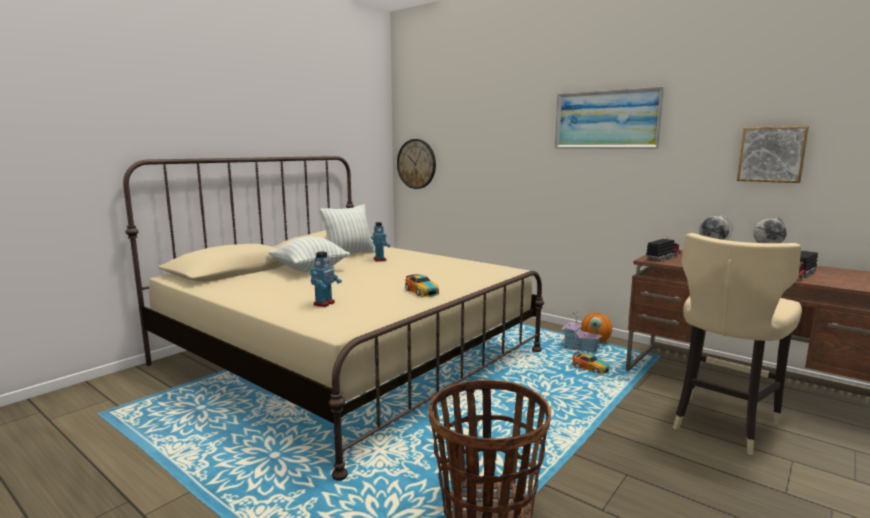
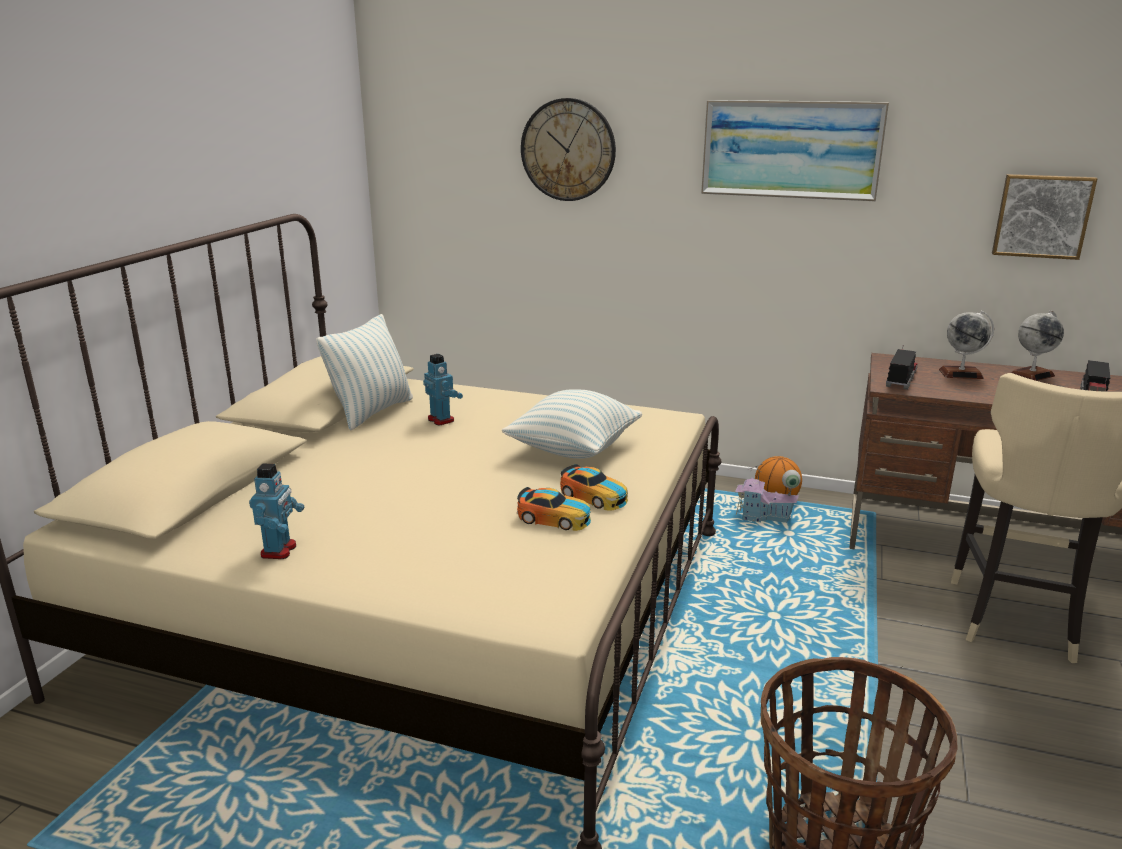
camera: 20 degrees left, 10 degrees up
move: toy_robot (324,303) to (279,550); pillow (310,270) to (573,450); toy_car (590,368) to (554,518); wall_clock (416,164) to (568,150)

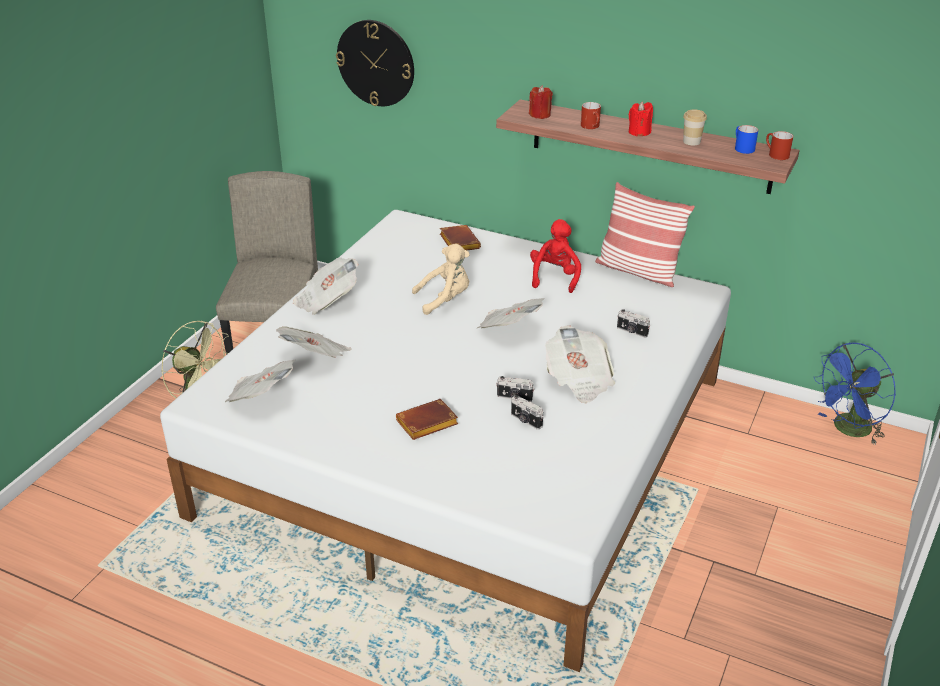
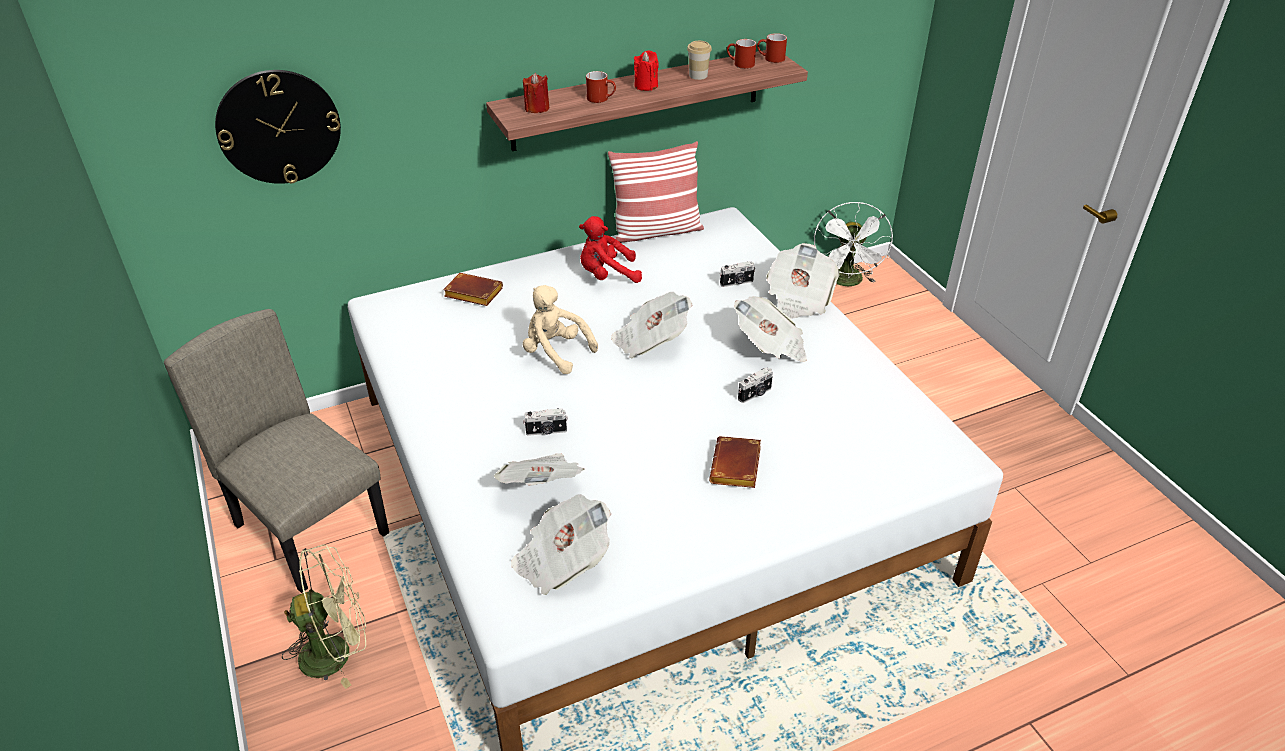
camera: 50 degrees left, 5 degrees up
move: photo_camera (525,421) to (546,431); newspaper (327,300) to (799,299)
recolor: blue_mug (741,148) to red_mug (740,64); blue_fan (847,430) to white_fan (847,282)
rotate: beige_plush_toy (445,299) = (555,352) 75 degrees counterclockwise; red_plush_toy (555,277) = (607,275) 60 degrees counterclockwise

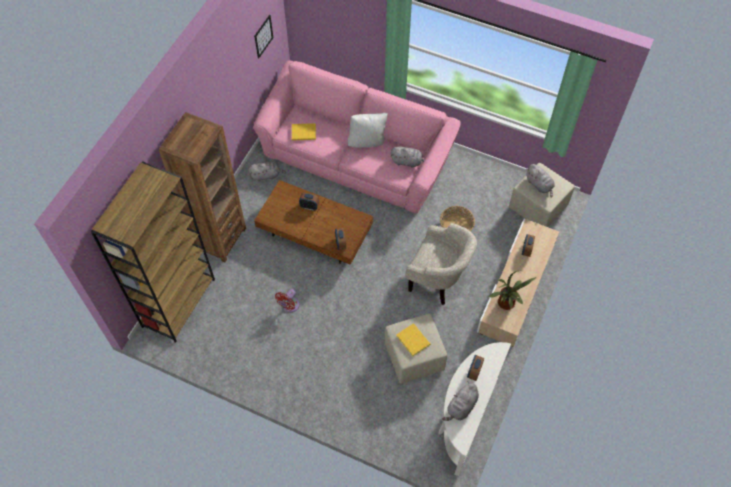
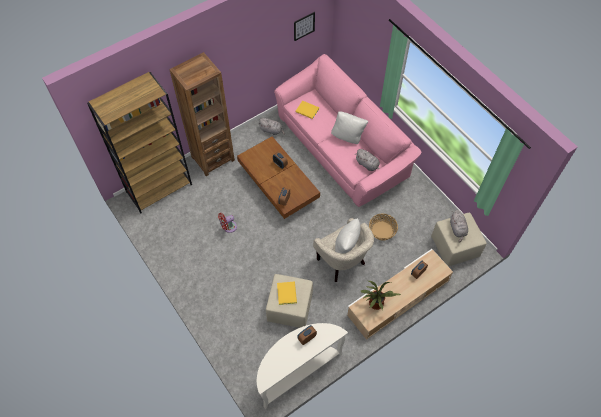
camera: 30 degrees right, 0 degrees up
delete: grey_plush_toy (461,407)
insert: white_pillow (347,246)

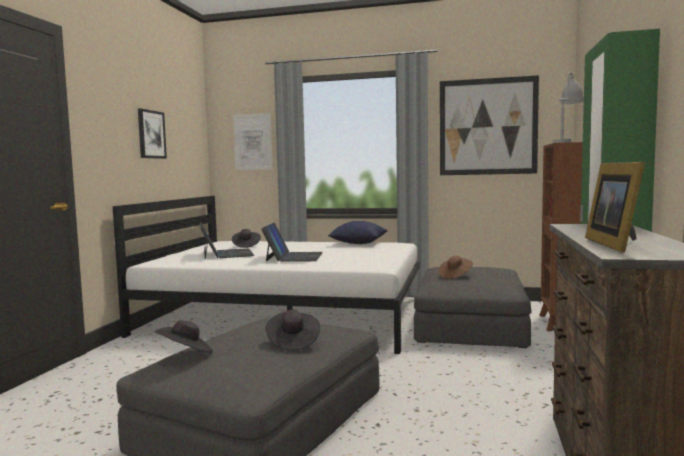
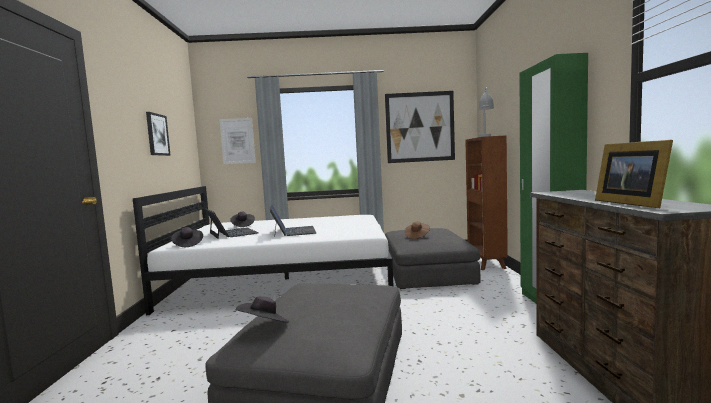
camera: 15 degrees left, 0 degrees up
delete: blue_pillow (358,243)
move: black_hat (292,342) to (187,244)

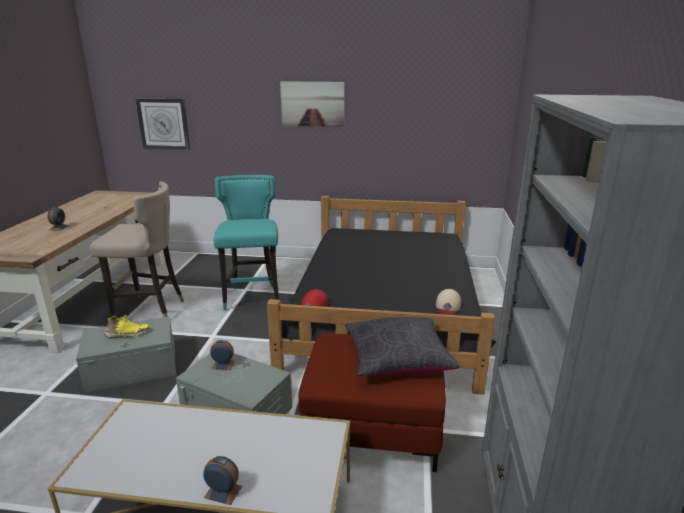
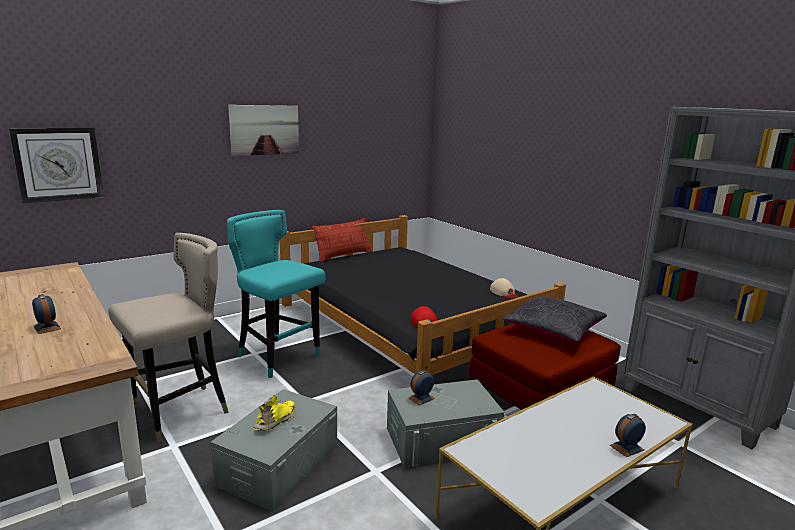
camera: 45 degrees left, 5 degrees down
insert: pillow (343,255)

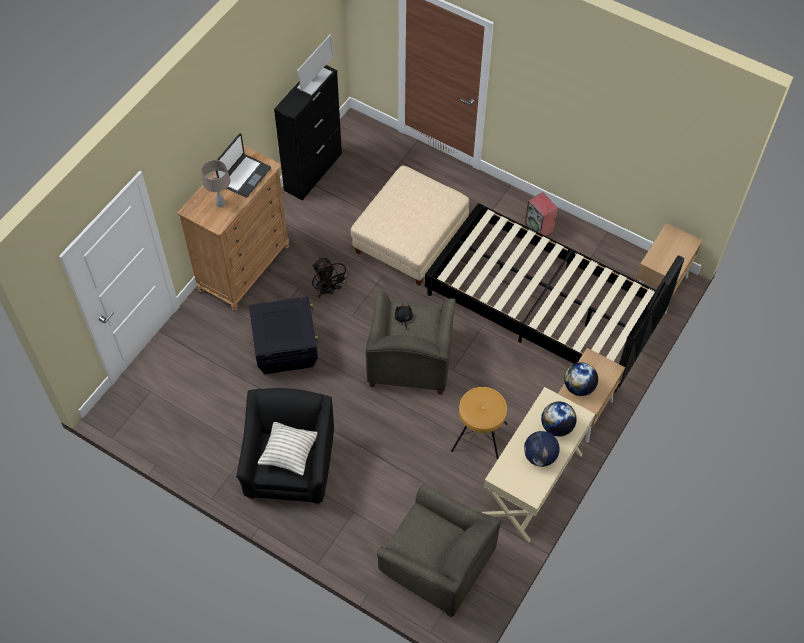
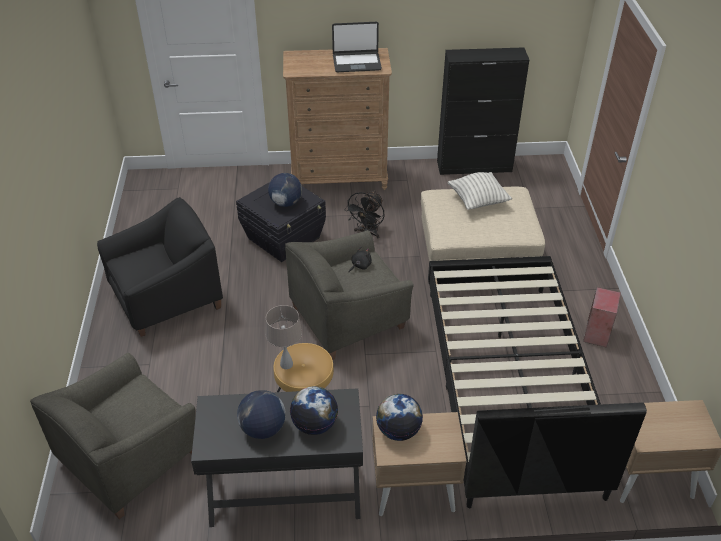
camera: 55 degrees right, 15 degrees down
delete: monitor (314,80)
insert: globe (286,203)
move: beige_table_lamp (220,203) to (286,364); pillow (289,454) to (478,201)
recolor: beige_desk (532,484) to black_desk (285,491)
rotate: grey_armchair (436,564) = (130,458) 45 degrees clockwise

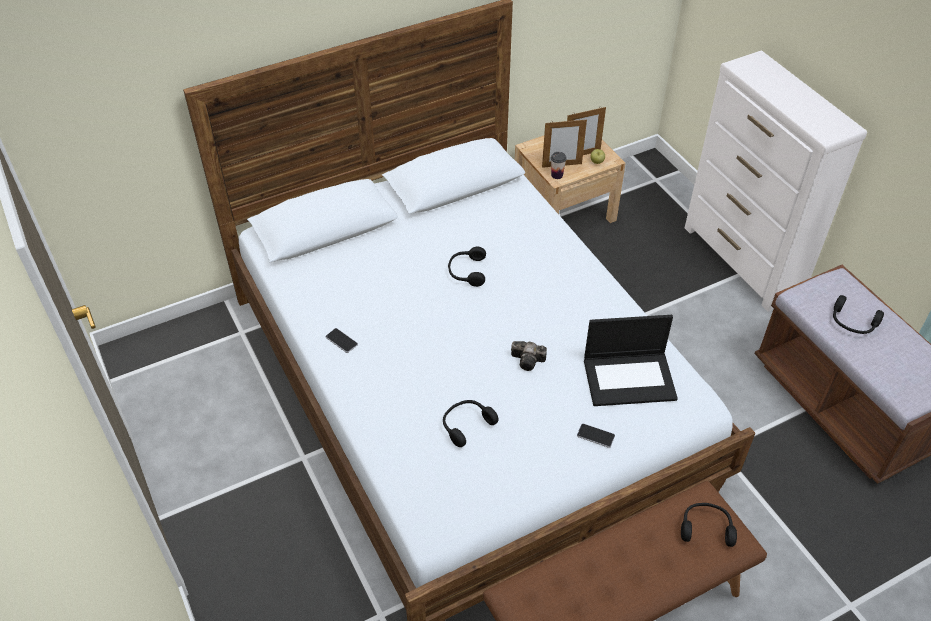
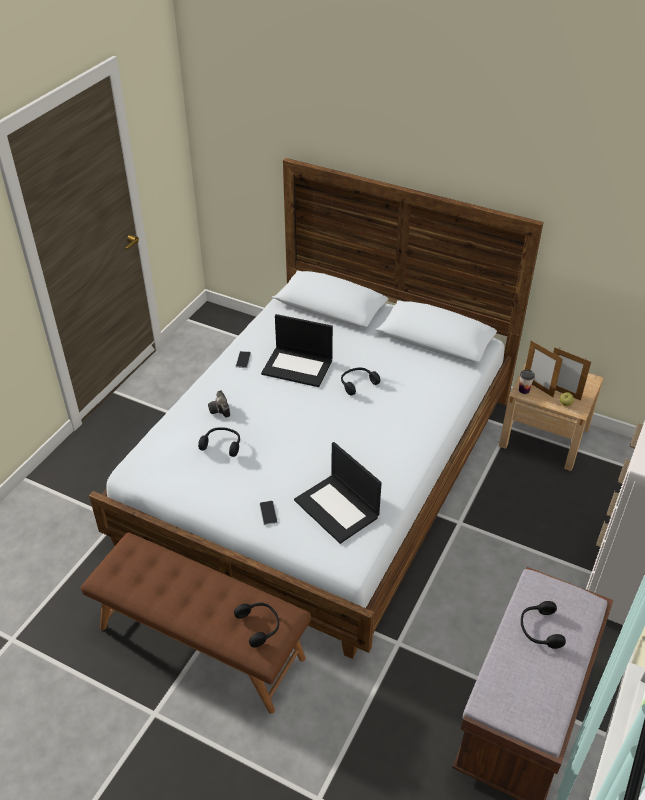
camera: 55 degrees right, 5 degrees down
insert: laptop (298,366)
move: photo_camera (529,361) to (220,410)

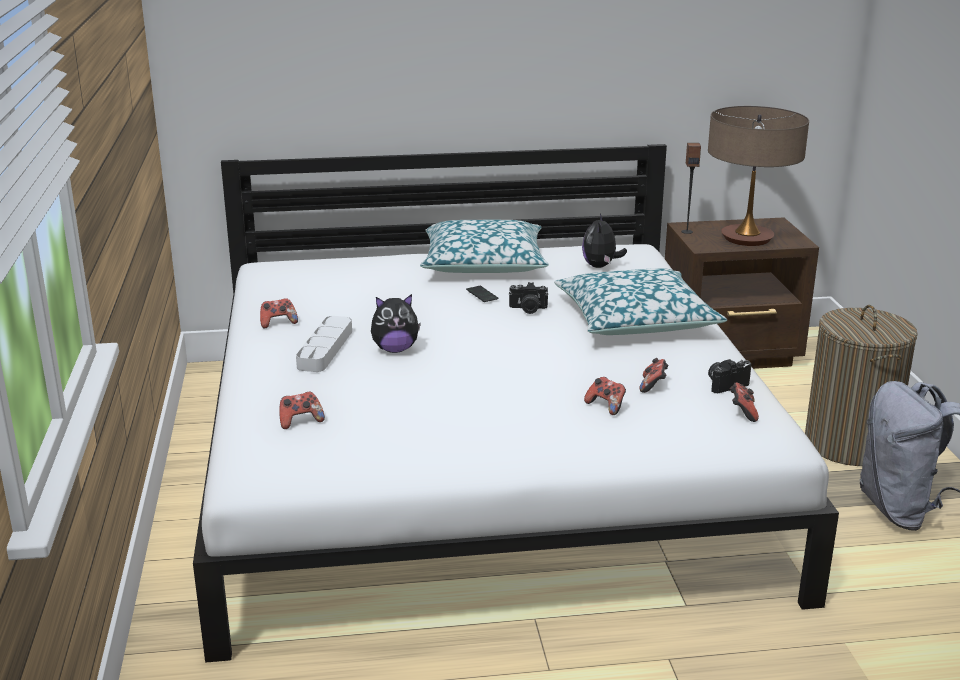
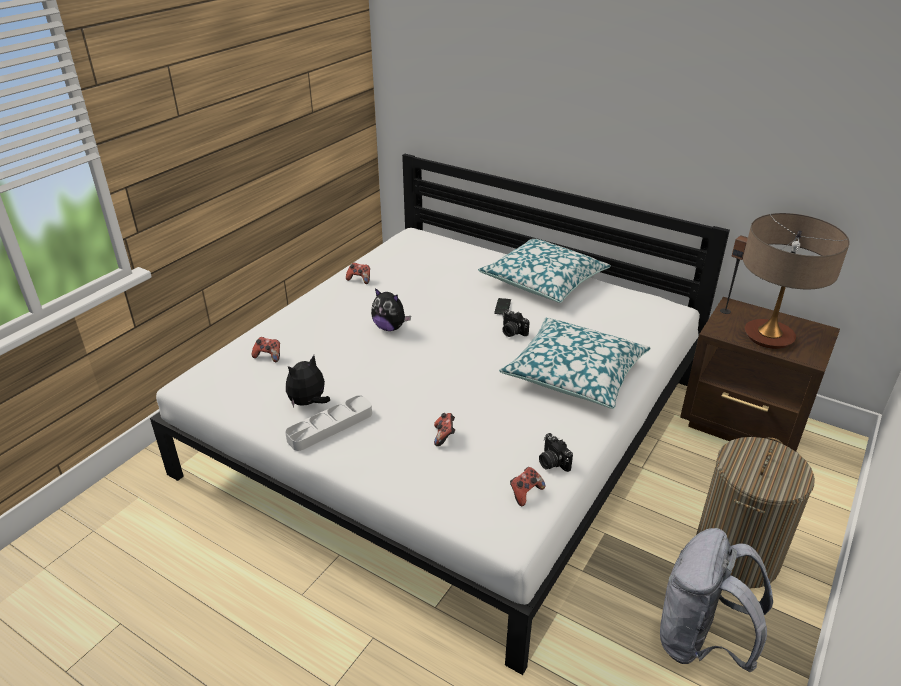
camera: 40 degrees right, 10 degrees up
delete: game_controller (653,386)
move: grey_tray (325,349) to (330,426); plush_toy (600,266) to (309,403)
rotate: photo_camera (725,384) = (552,462) 135 degrees counterclockwise

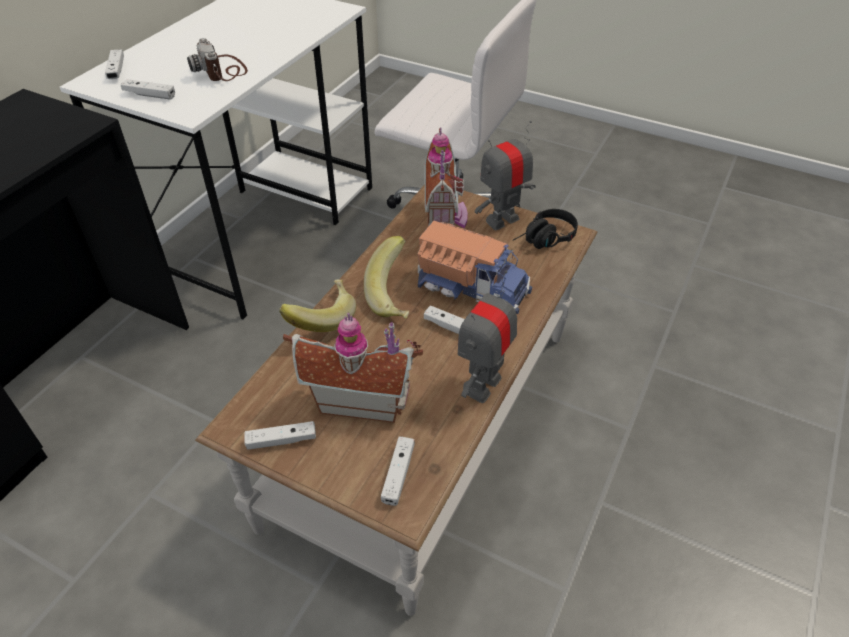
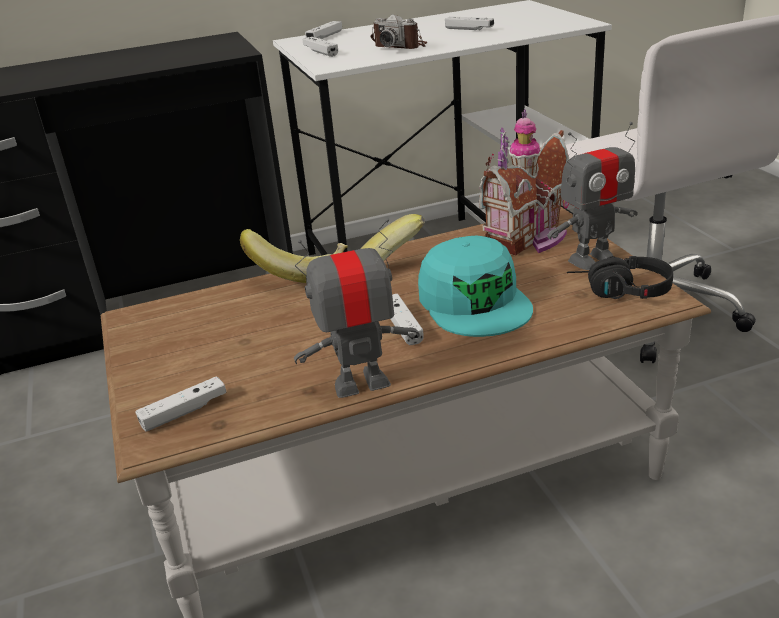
camera: 45 degrees right, 15 degrees down
delete: toy_house (360,398)
move: white_game_controller (281,440) to (469,29)
replace: toy_truck (472,286) to turquoise_cap (474,301)
rotate: photo_camera (222,70) = (400,46) 75 degrees counterclockwise; toy_robot (502,220) = (592,260) 150 degrees clockwise

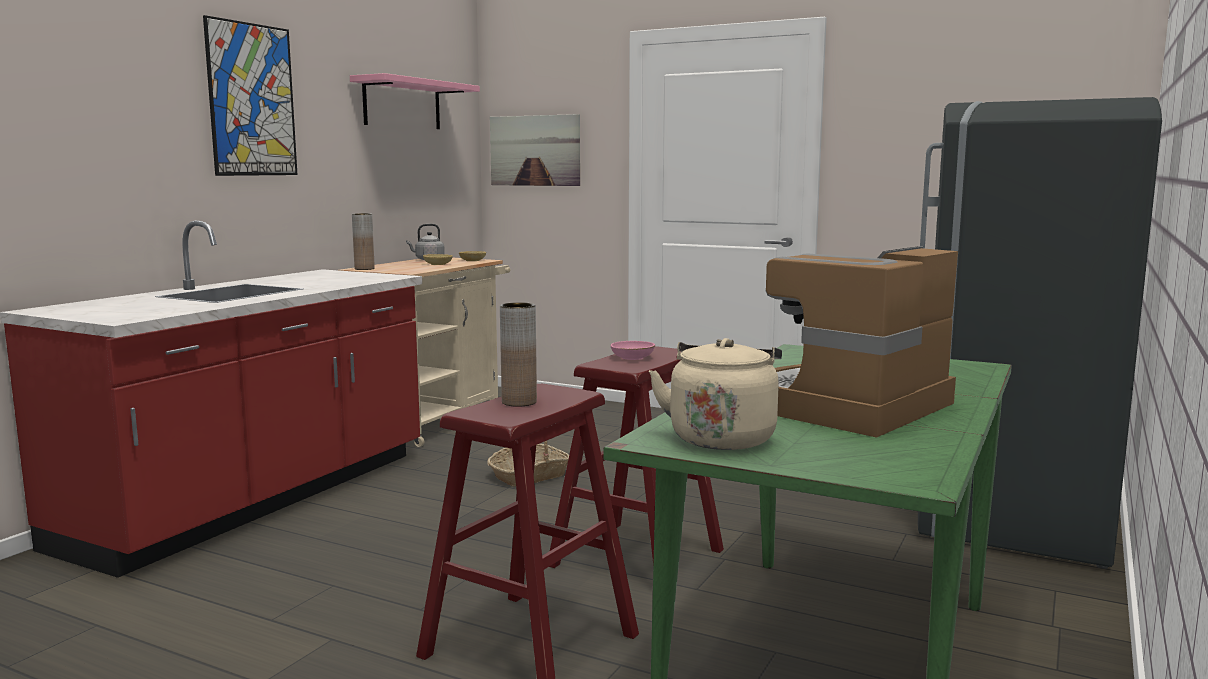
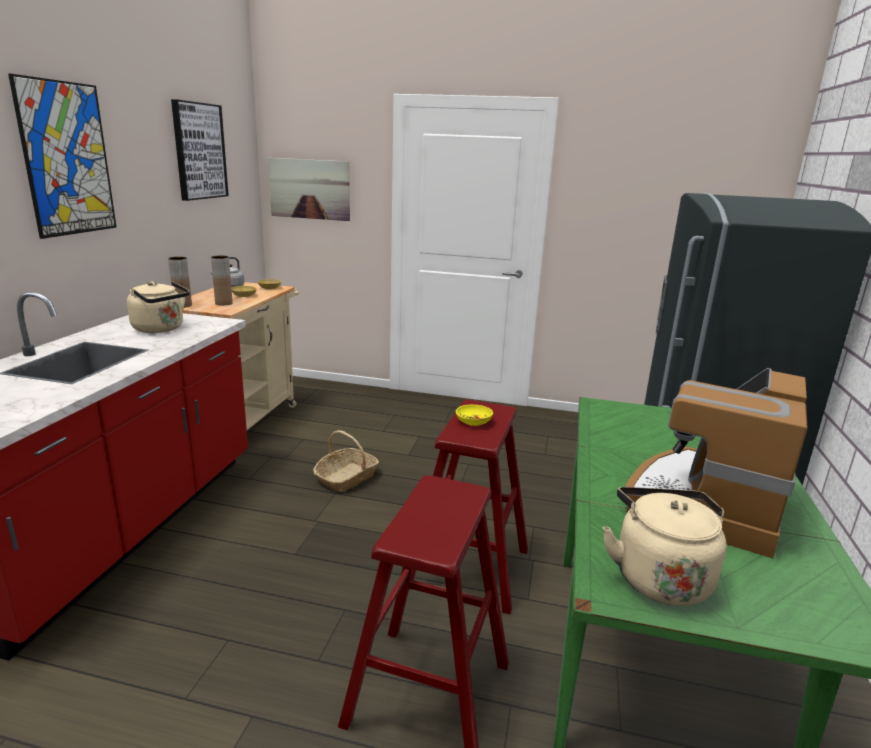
camera: 15 degrees left, 10 degrees up
insert: beige_kettle (161,329)
move: brown_vase (519,402) to (223,303)
replace: pink_shelf (402,104) to picture (199,151)
recolor: pink_bowl (632,357) to yellow_bowl (473,422)

